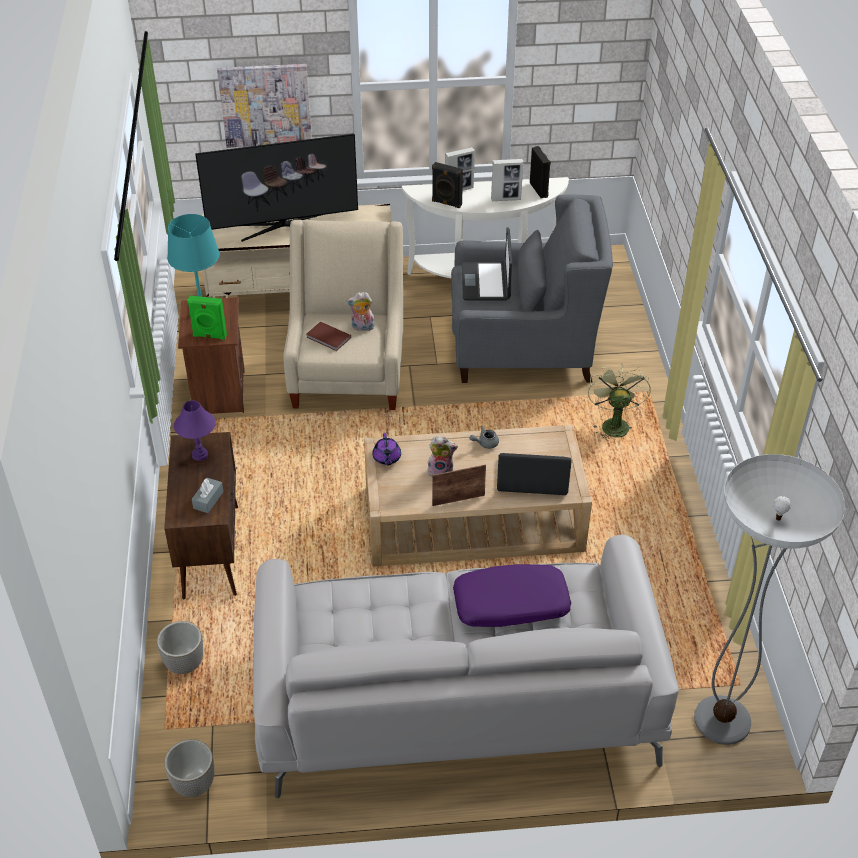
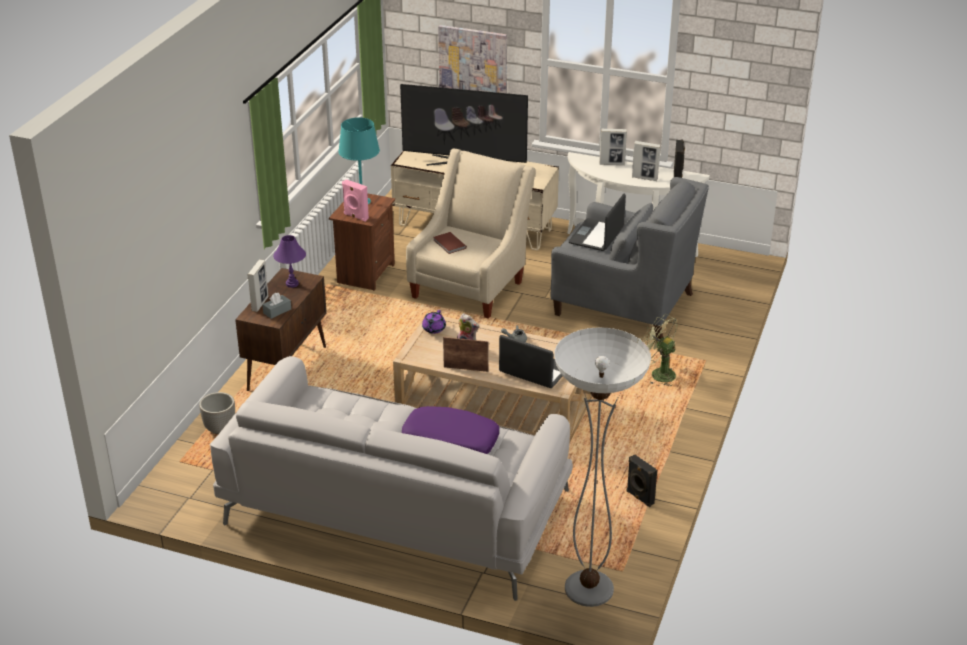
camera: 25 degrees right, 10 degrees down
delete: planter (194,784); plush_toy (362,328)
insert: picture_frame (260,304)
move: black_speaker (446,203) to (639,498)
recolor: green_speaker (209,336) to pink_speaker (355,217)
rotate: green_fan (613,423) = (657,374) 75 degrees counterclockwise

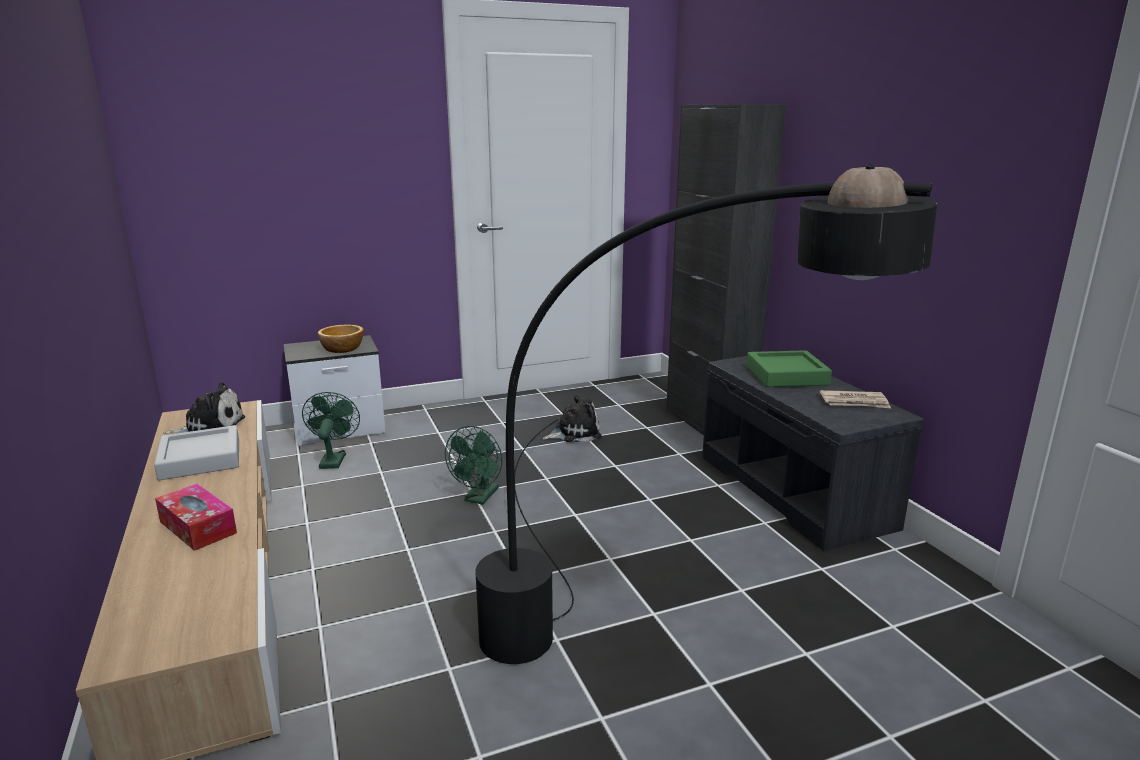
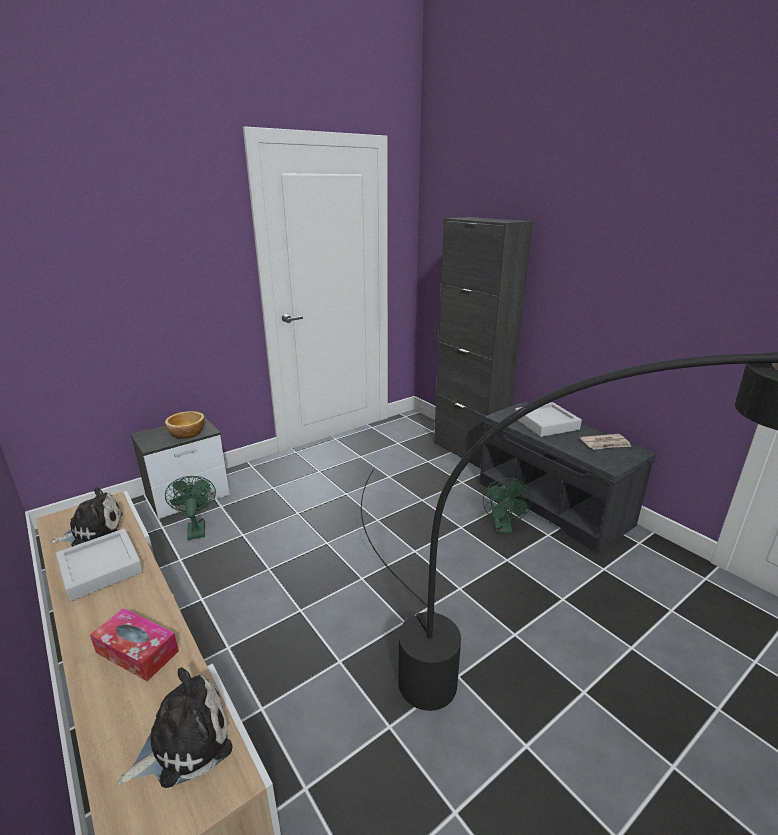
camera: 15 degrees left, 5 degrees up
move: plush_toy (574,433) to (184,742); green_fan (479,498) to (503,527)
recolor: green_tray (786,375) to grey_tray (546,424)

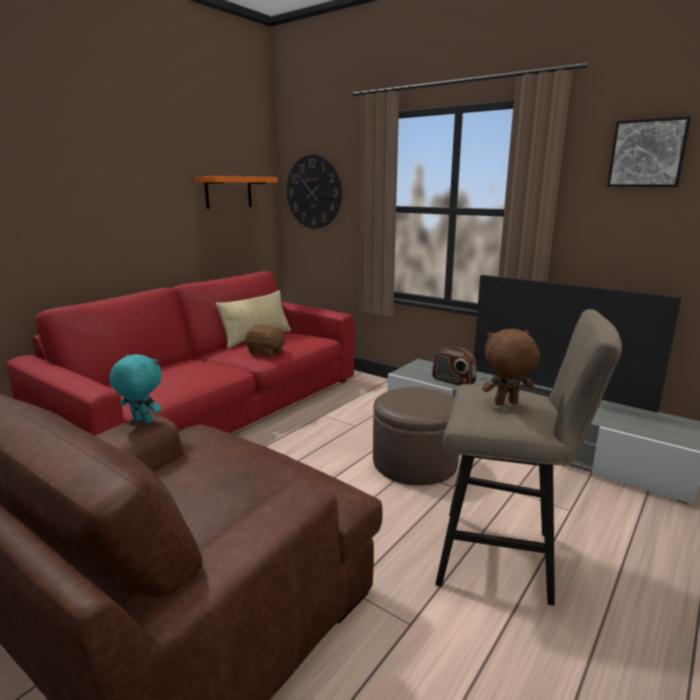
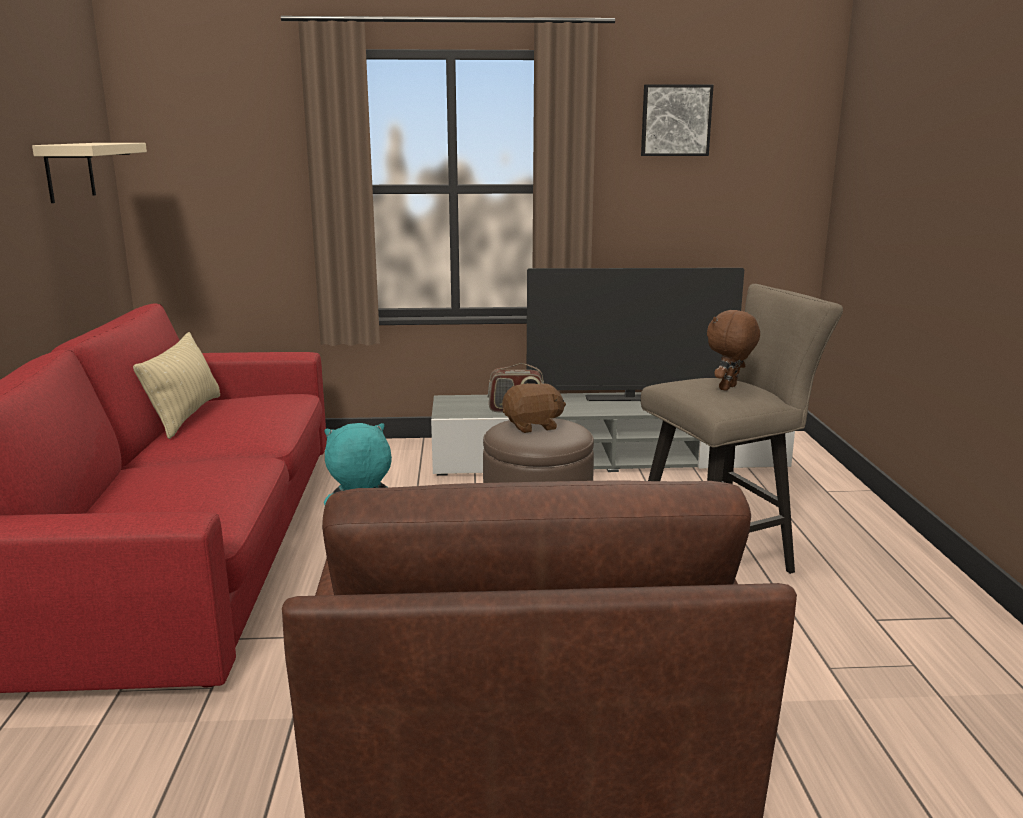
camera: 40 degrees left, 0 degrees up
delete: wall_clock (313,192)
move: brown_plush_toy (266,352) to (533,426)
recolor: orange_shelf (228,192) to beige_shelf (69,171)

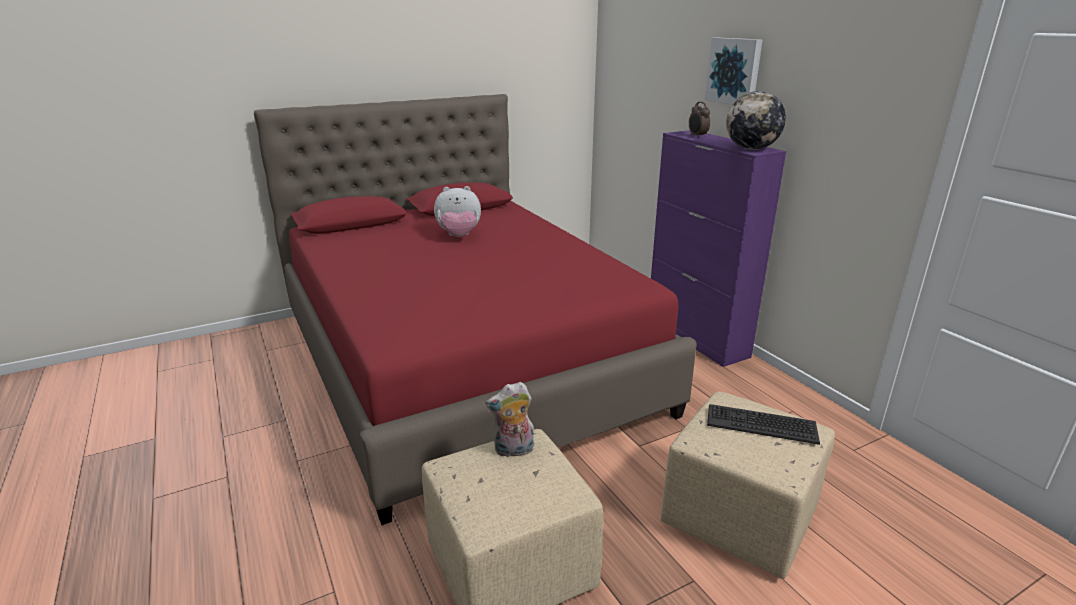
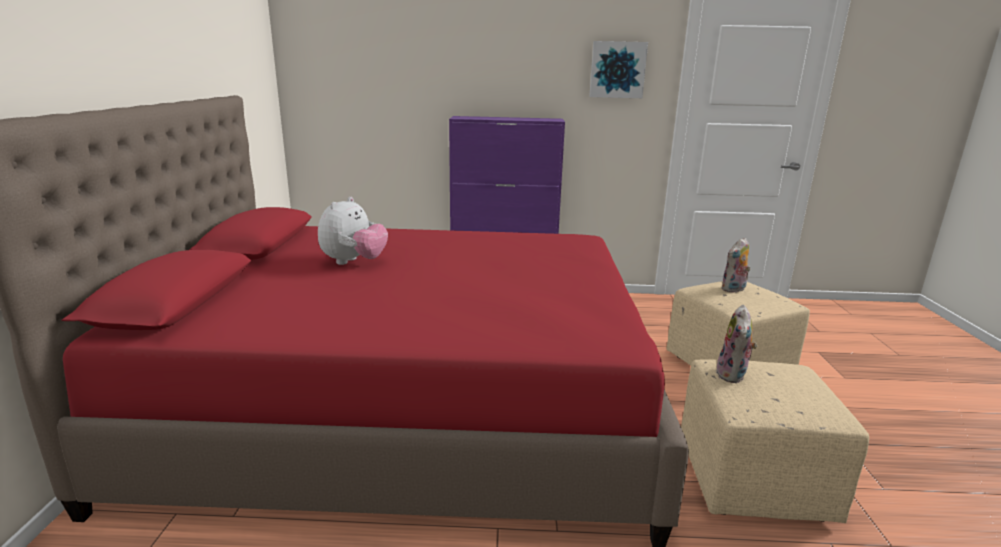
camera: 60 degrees left, 5 degrees down
delete: alarm_clock (697,136); globe (751,149)
move: picture (734,71) to (617,70)
replace: keyboard (761,424) to plush_toy (734,289)

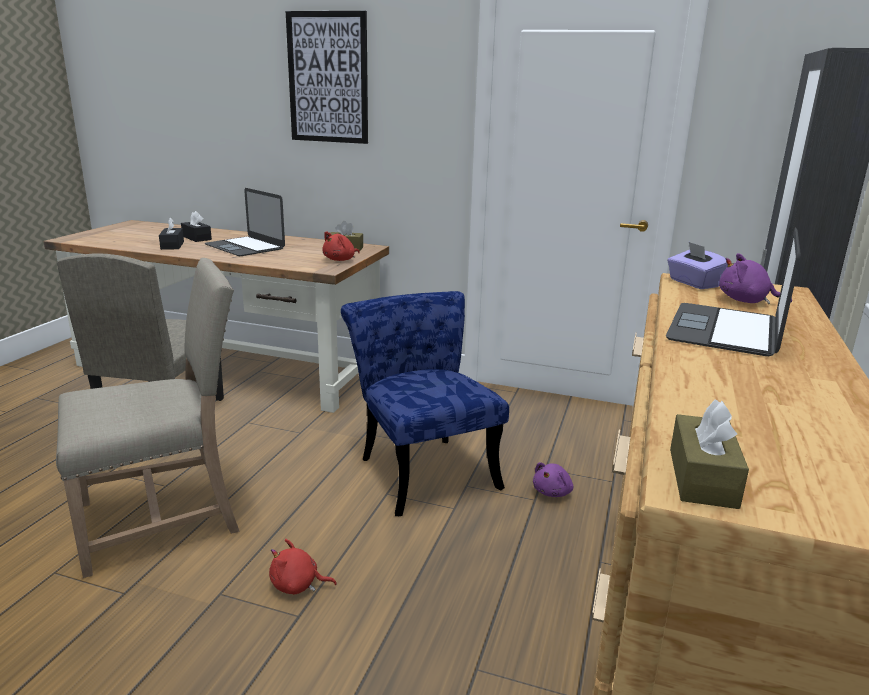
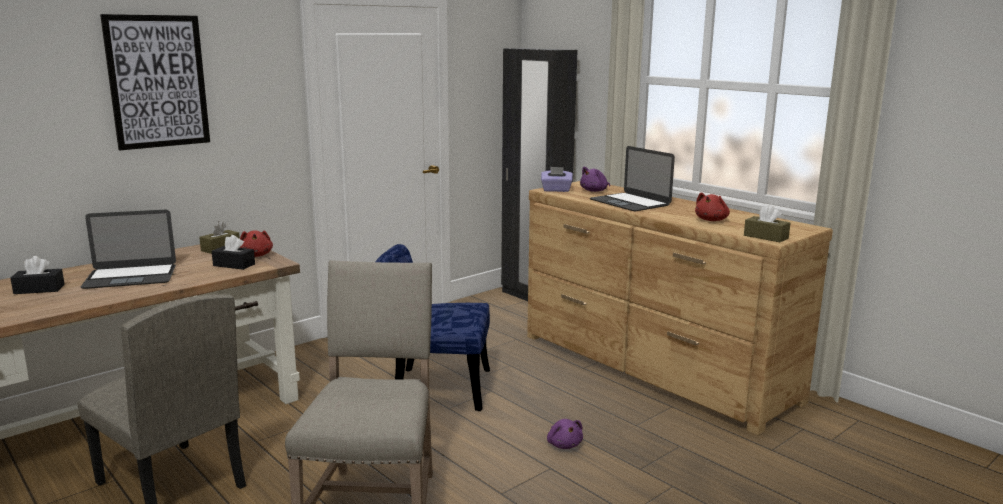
camera: 60 degrees left, 5 degrees down
move: black_tissue_box (172,245) to (234,265); purple_plush_toy (553,492) to (564,444); red_plush_toy (298,585) to (712,220)

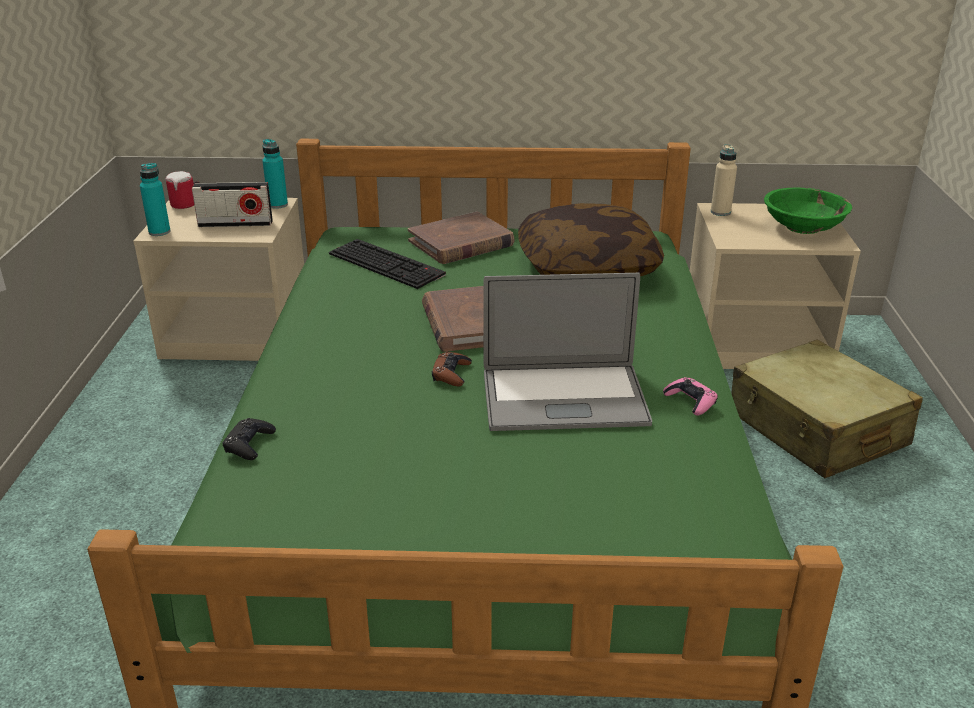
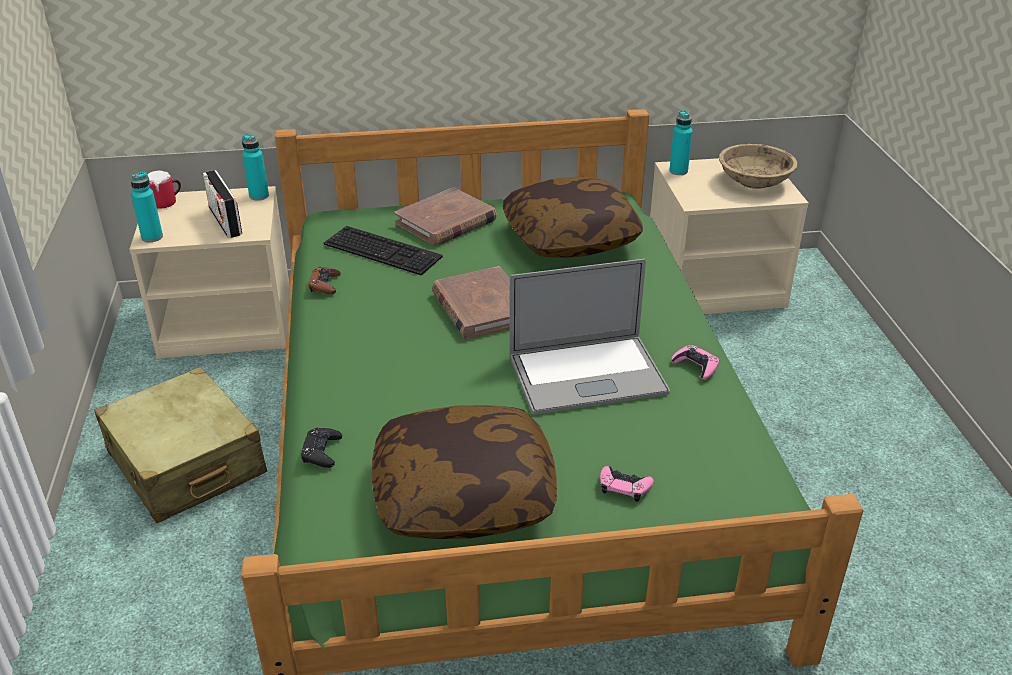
camera: 10 degrees left, 5 degrees up
insert: pillow (464,495); pink_game_controller (624,487)
move: beige_suitcase (816,430) to (186,463); brown_game_controller (451,374) to (325,284)
recolor: beige_bottle (720,212) to turquoise_bottle (678,171); green_bowl (803,227) to beige_bowl (754,182)
rotate: radio (235,224) = (225,221) 75 degrees clockwise

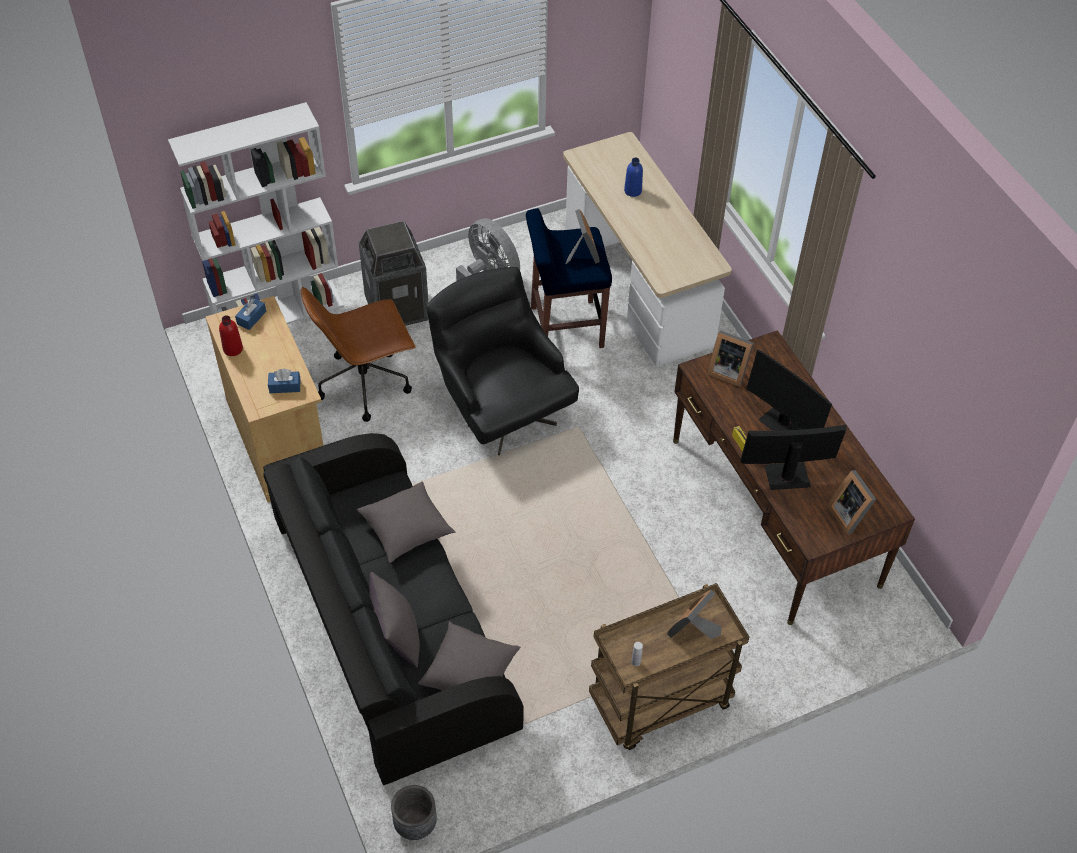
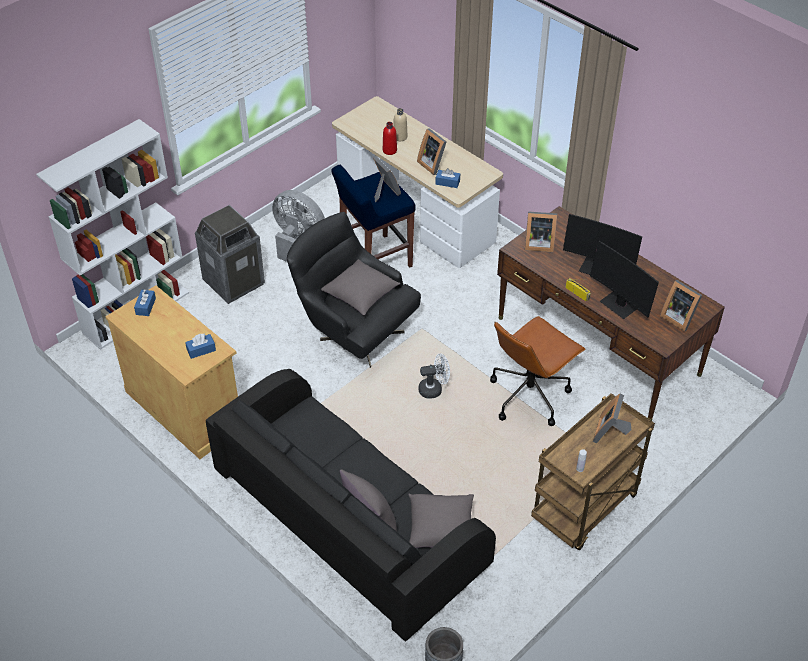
camera: 20 degrees left, 5 degrees down
insert: picture_frame (433,164); white_fan (434,389); blue_tissue_box (447,182)
move: grey_pillow (407,530) to (361,295); red_bottle (233,349) to (389,150); brown_office_chair (365,383) to (529,395)
recolor: blue_bottle (633,191) to beige_bottle (400,137)
rotate: monitor (786,476) = (620,304) 105 degrees counterclockwise

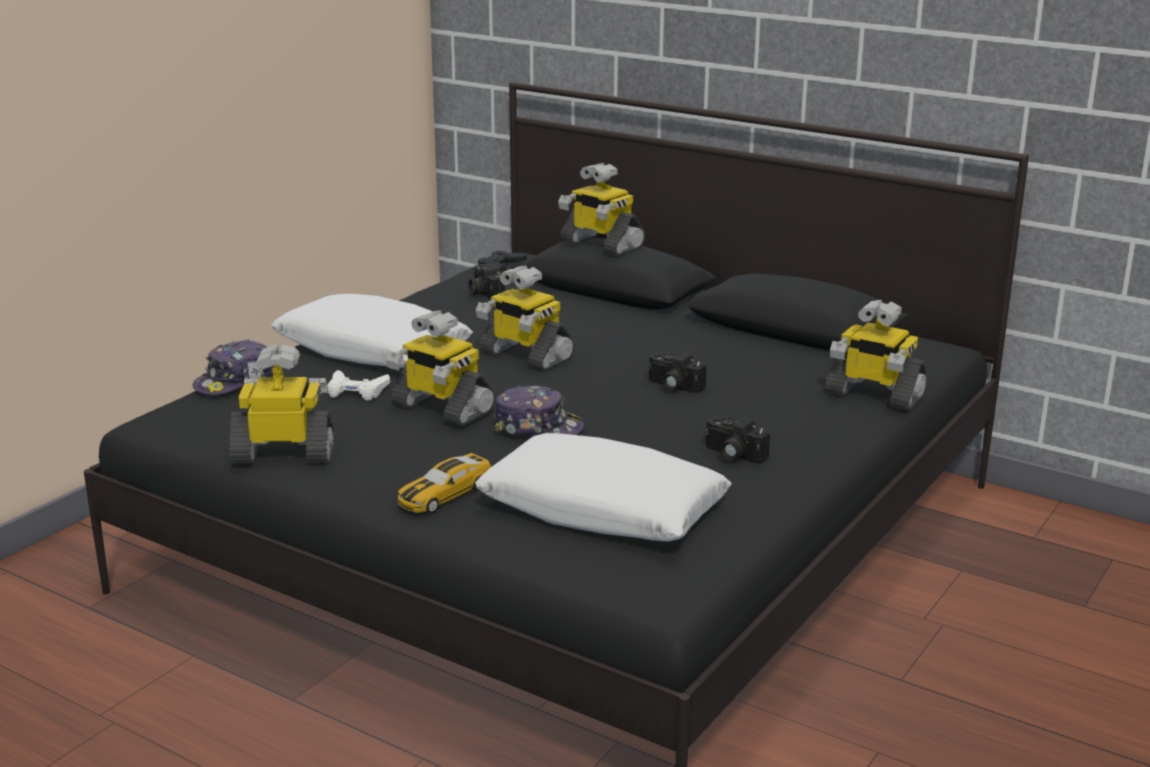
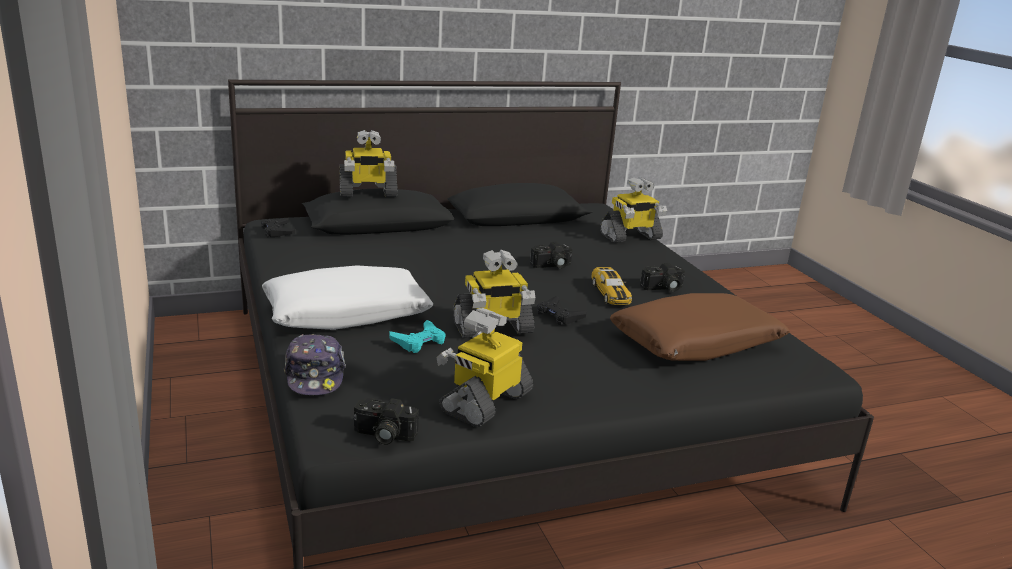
camera: 55 degrees left, 0 degrees up
delete: toy_robot (525,356)
move: photo_camera (484,293) to (383,435); toy_car (445,494) to (610,293)
replace: cap (538,427) to black_game_controller (559,315)
recolor: white_game_controller (356,391) to turquoise_game_controller (419,341); white_pillow (602,510) to brown_pillow (696,342)

